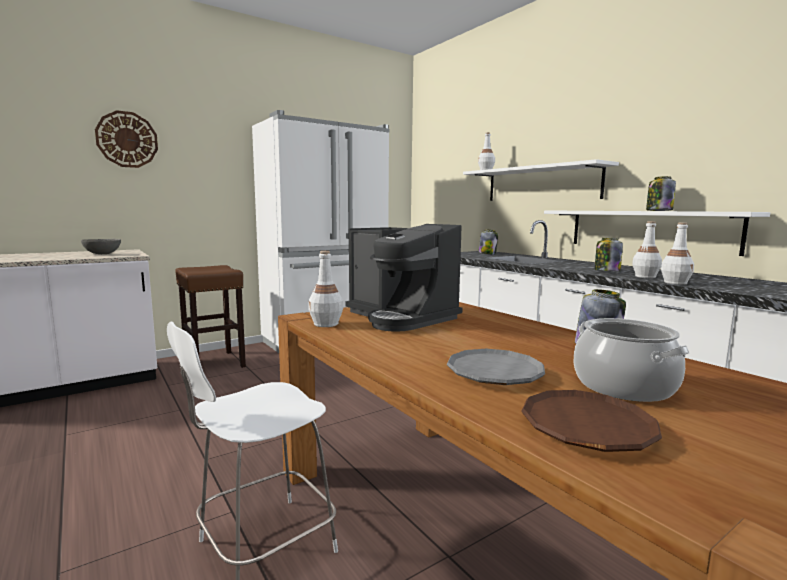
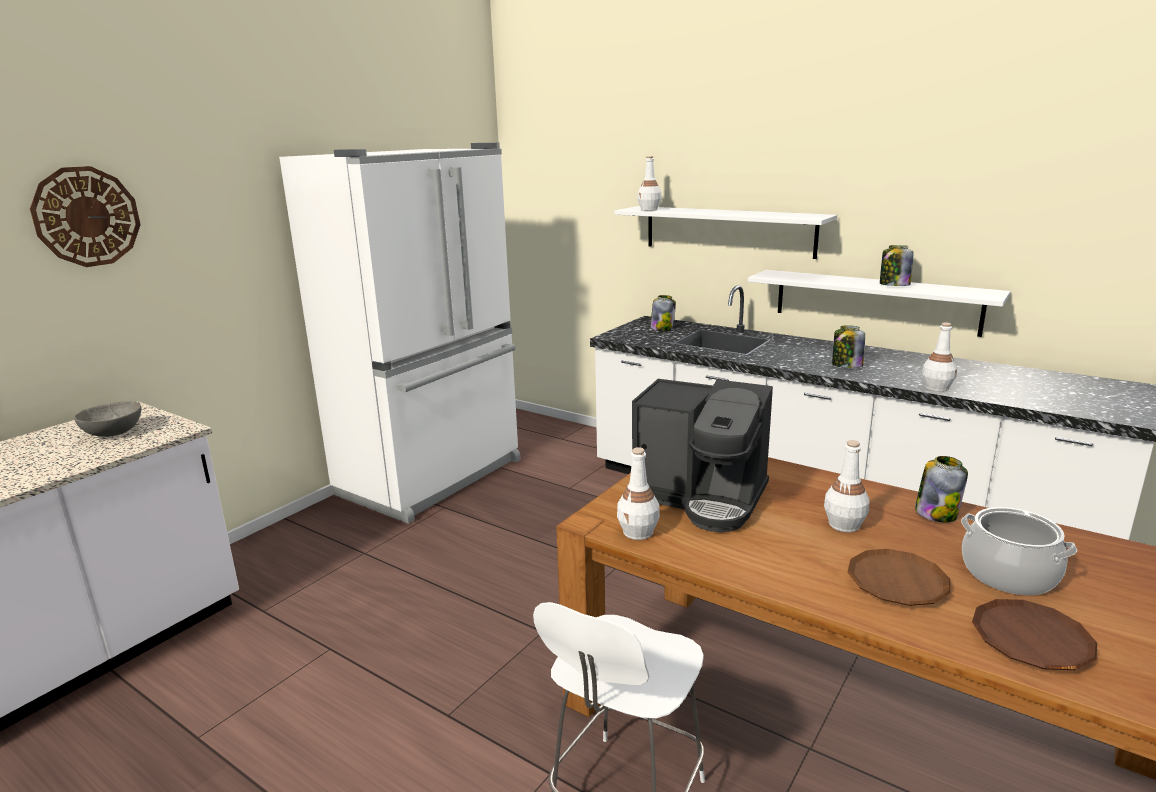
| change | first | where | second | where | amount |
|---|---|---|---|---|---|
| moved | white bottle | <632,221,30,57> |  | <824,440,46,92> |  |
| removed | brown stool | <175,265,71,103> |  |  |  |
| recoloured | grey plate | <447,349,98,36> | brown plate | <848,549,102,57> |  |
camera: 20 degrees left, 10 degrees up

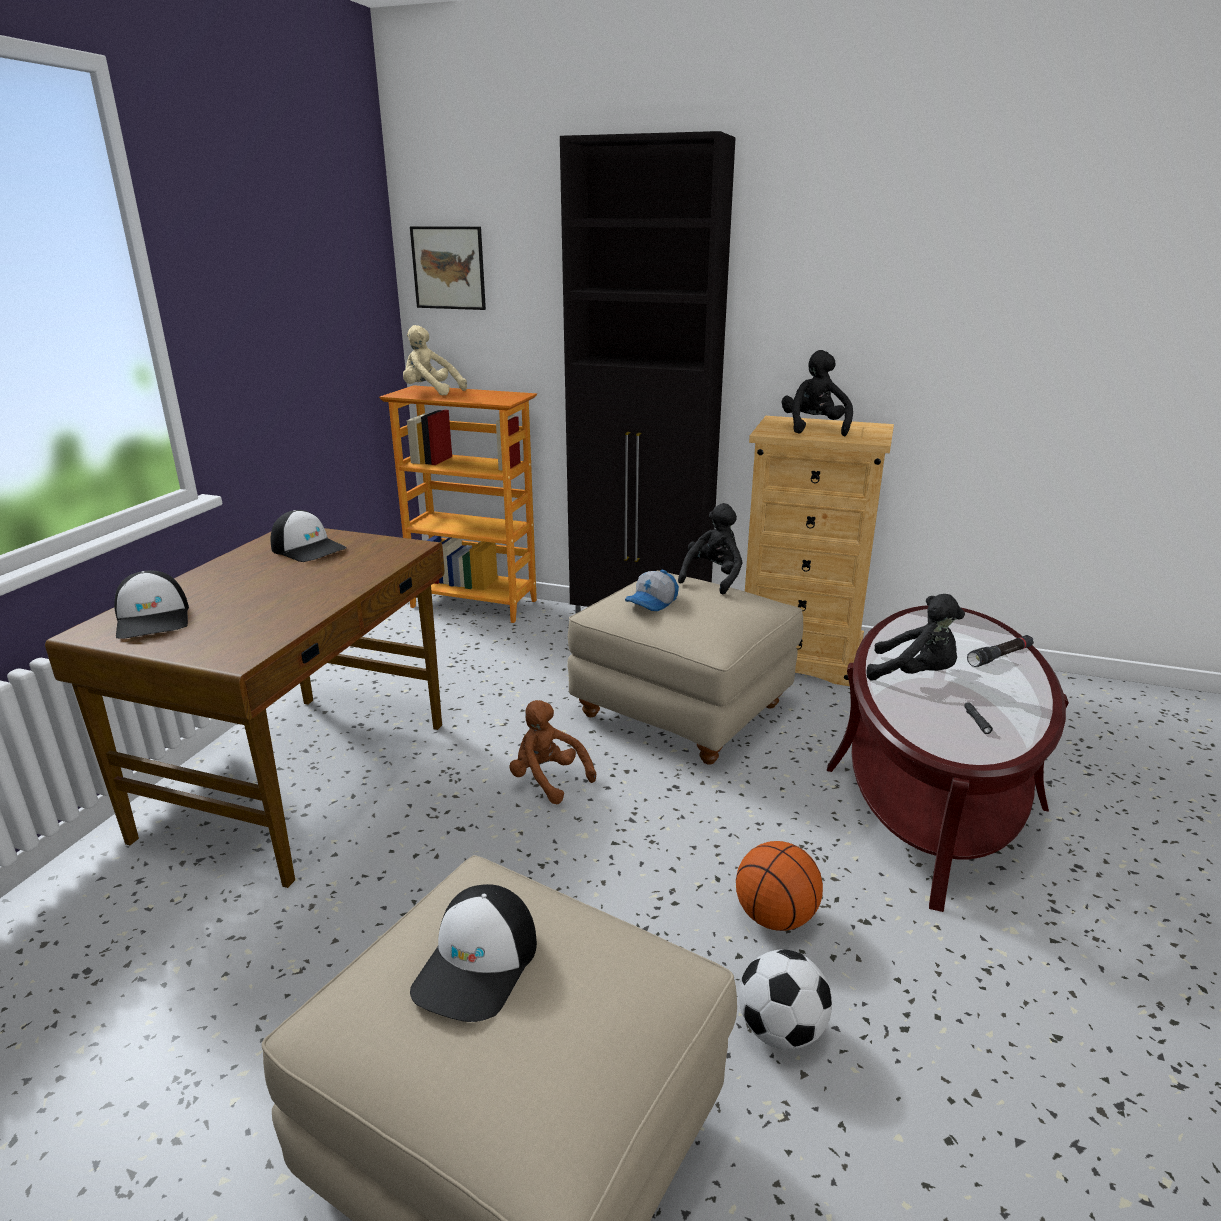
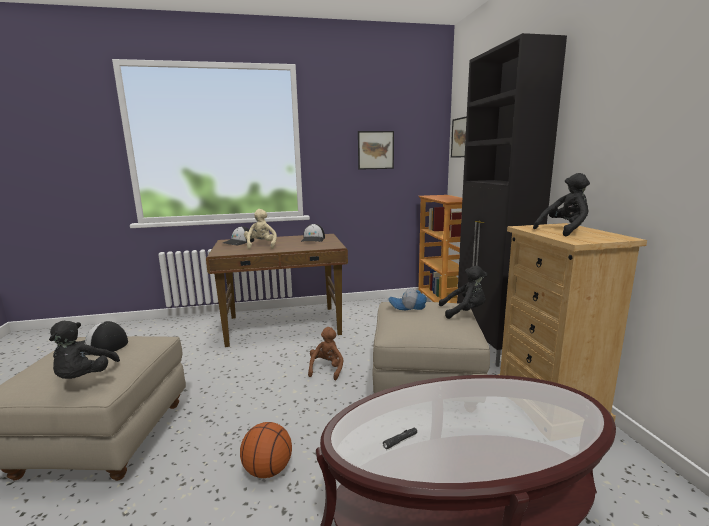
| change | first | where | second | where | amount |
|---|---|---|---|---|---|
| moved | beige plush toy | <403,325,64,70> |  | <244,209,33,40> |  |
| moved | black plush toy | <867,594,98,87> |  | <49,321,71,58> |  |
| removed | black flashlight | <967,635,67,32> |  |  |  |
| removed | football | <739,949,93,101> |  |  |  |
| added |  |  | picture | <358,131,36,39> |  |
camera: 60 degrees right, 10 degrees down

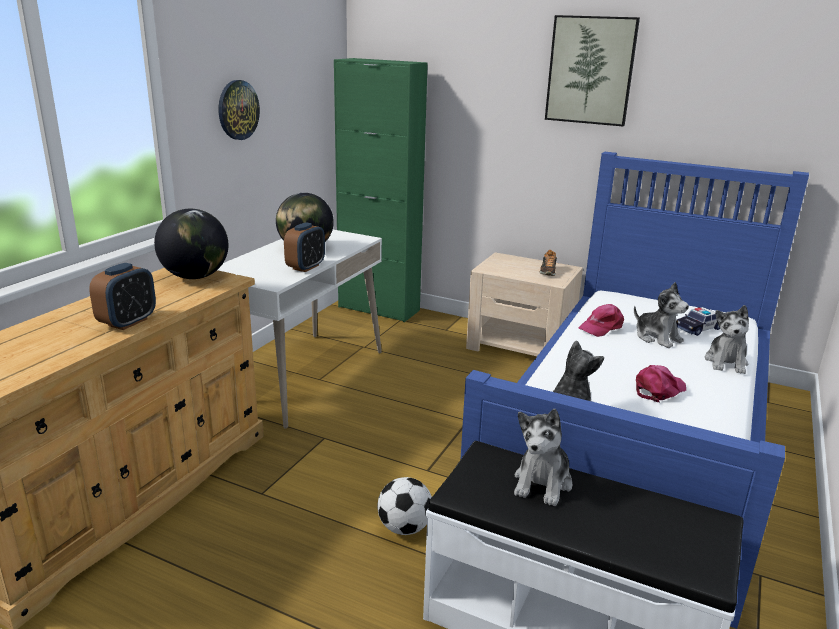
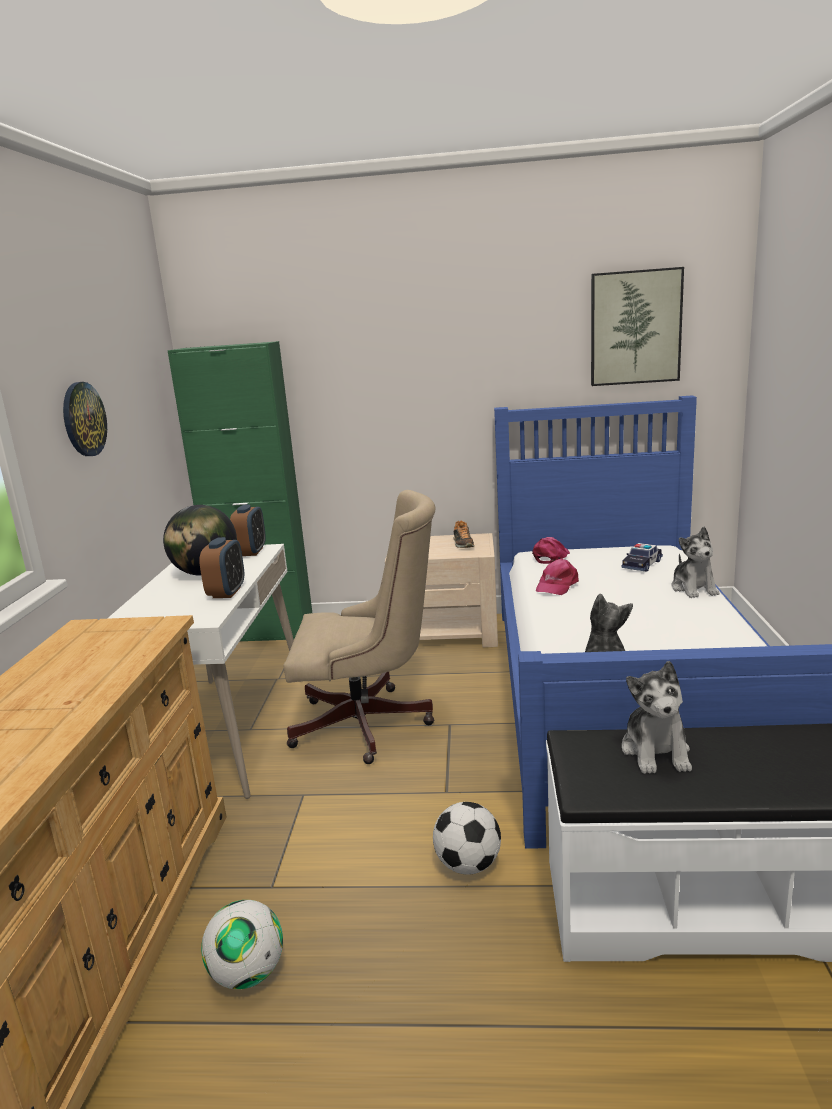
| change | first | where | second | where | amount |
|---|---|---|---|---|---|
| moved | picture | <545,15,95,111> |  | <591,267,93,119> |  |
| removed | globe | <154,209,74,70> |  |  |  |
| moved | alarm clock | <89,263,67,67> |  | <230,504,36,52> |  |
| removed | plush toy | <634,282,55,66> |  |  |  |
| moved | pink cap | <636,365,50,38> |  | <532,537,38,27> |  |
| added |  |  | beige office chair | <283,490,153,274> |  |
| added |  |  | football | <201,900,82,90> |  |
camera: 20 degrees left, 5 degrees down

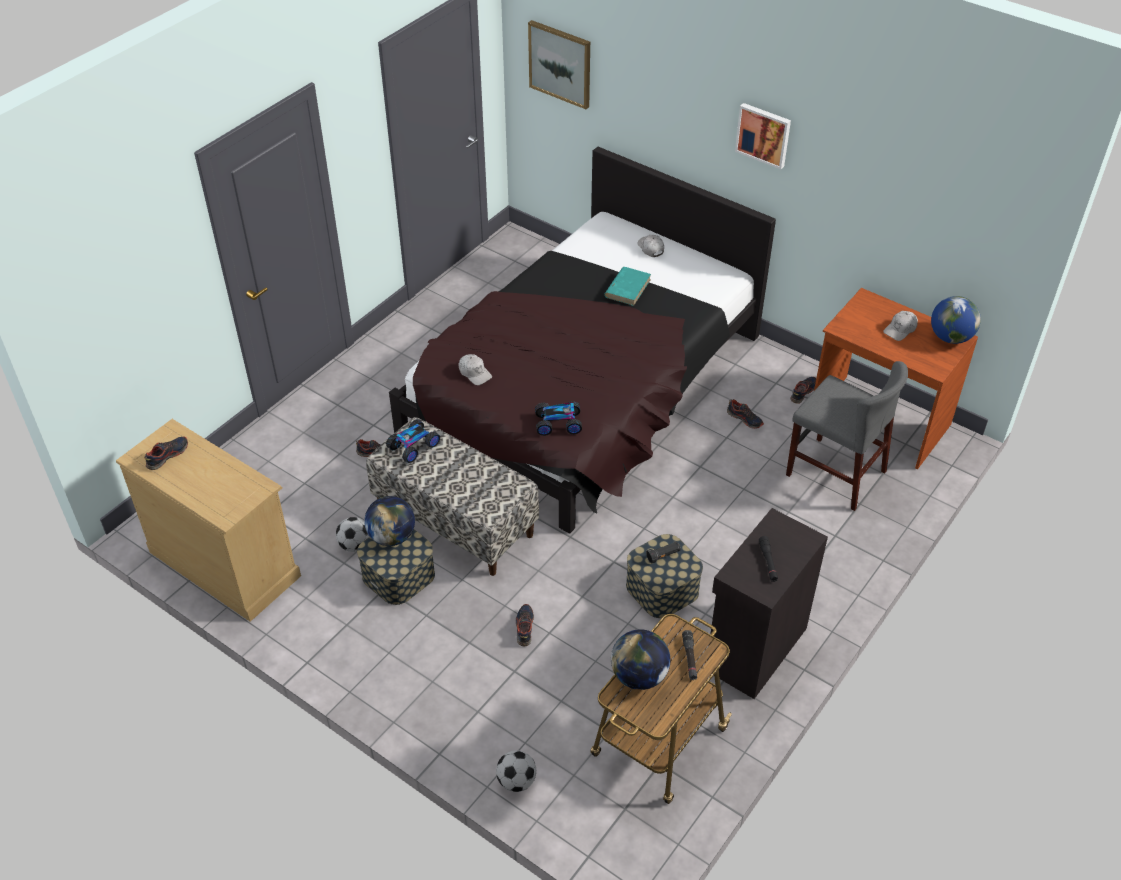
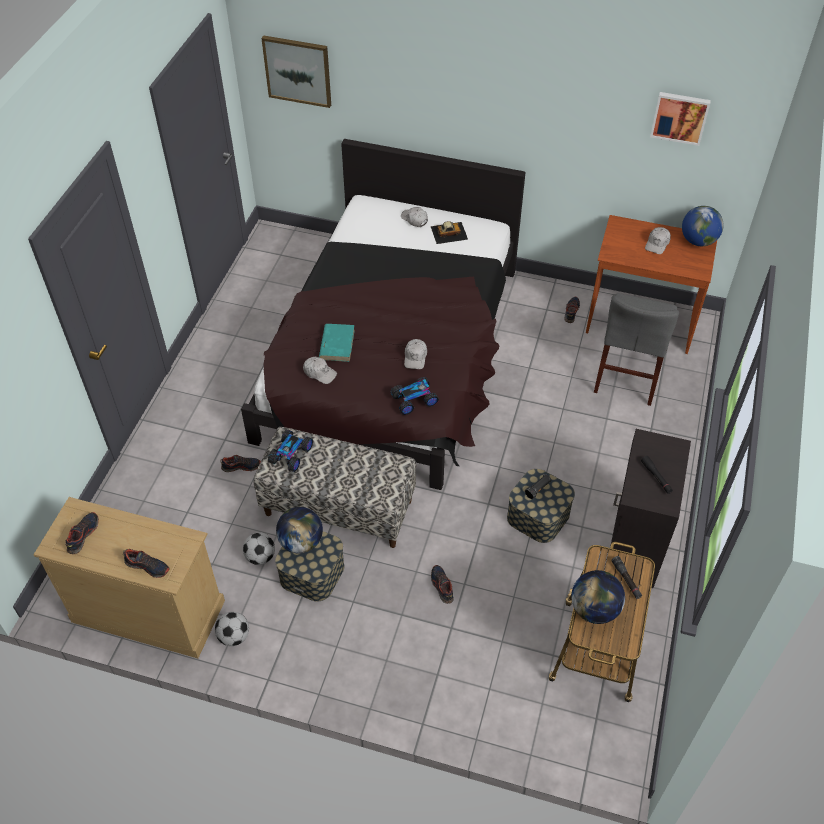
| change | first | where | second | where | amount |
|---|---|---|---|---|---|
| moved | picture | <735,103,56,66> |  | <650,92,61,54> |  |
| moved | turquoise book | <604,267,47,39> |  | <319,324,36,38> |  |
| turned | grey chair | <786,361,122,150> |  | <594,293,85,113> | 90 degrees clockwise |
| moved | shoe | <727,399,37,30> |  | <123,549,46,29> |  |
| moved | football | <496,750,40,42> |  | <215,612,34,34> |  |
| added |  |  | toy car | <430,221,38,23> |  |
| added |  |  | white cap | <404,339,23,30> |  |
camera: 20 degrees left, 5 degrees up

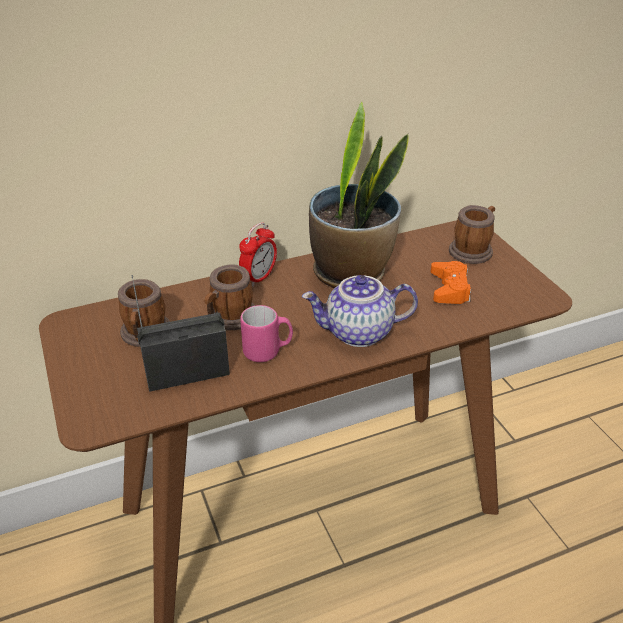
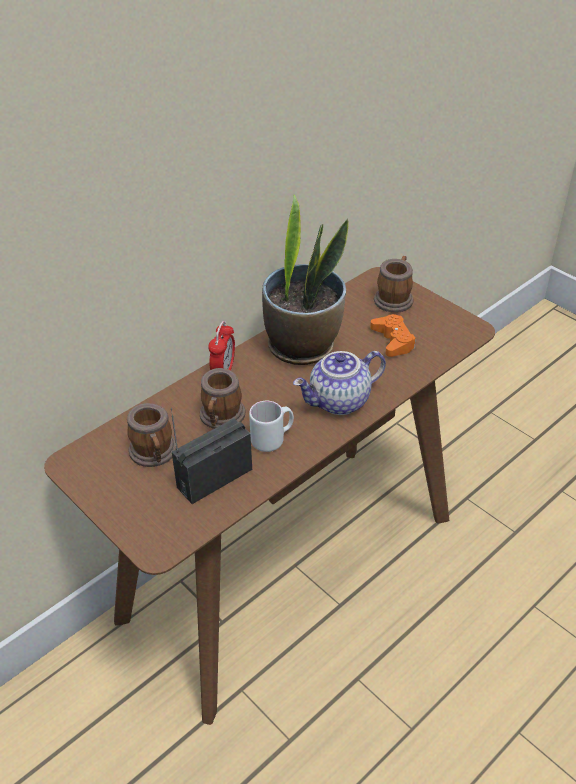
| change | first | where | second | where | amount |
|---|---|---|---|---|---|
| recoloured | pink mug | <240,305,53,57> | white mug | <249,401,45,51> |  |
camera: 20 degrees left, 5 degrees up

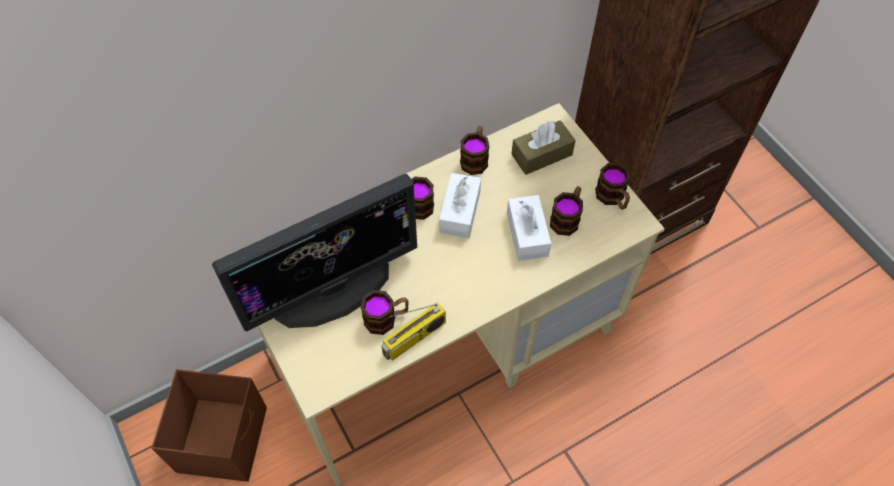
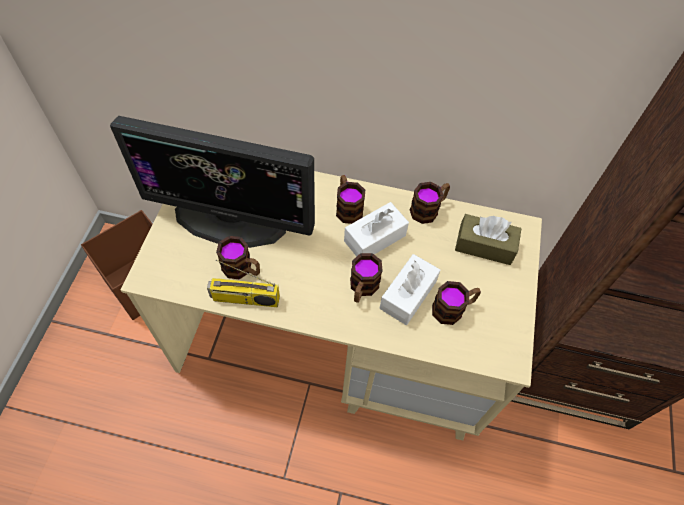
| change | first | where | second | where | amount |
|---|---|---|---|---|---|
| moved | mug | <595,163,35,47> |  | <350,253,33,50> |  |
camera: 40 degrees right, 0 degrees up

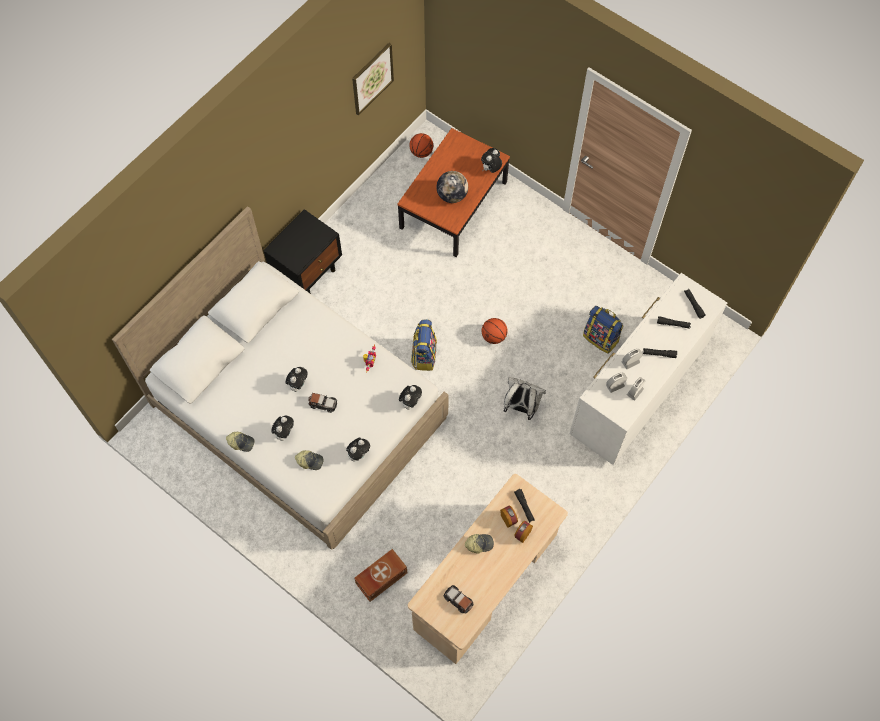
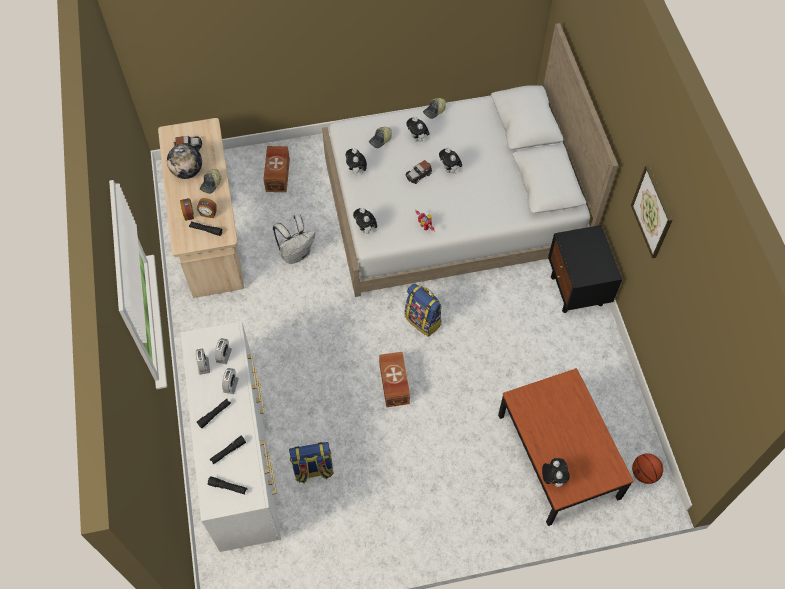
| change | first | where | second | where | amount |
|---|---|---|---|---|---|
| moved | picture | <352,43,42,73> |  | <631,165,42,93> |  |
| moved | globe | <436,171,32,32> |  | <167,144,35,35> |  |
| replaced | basketball | <482,318,26,26> | brown storage box | <379,352,31,55> |  |
| moved | white backpack | <504,377,42,43> |  | <273,214,42,50> |  |
camera: 130 degrees right, 5 degrees down

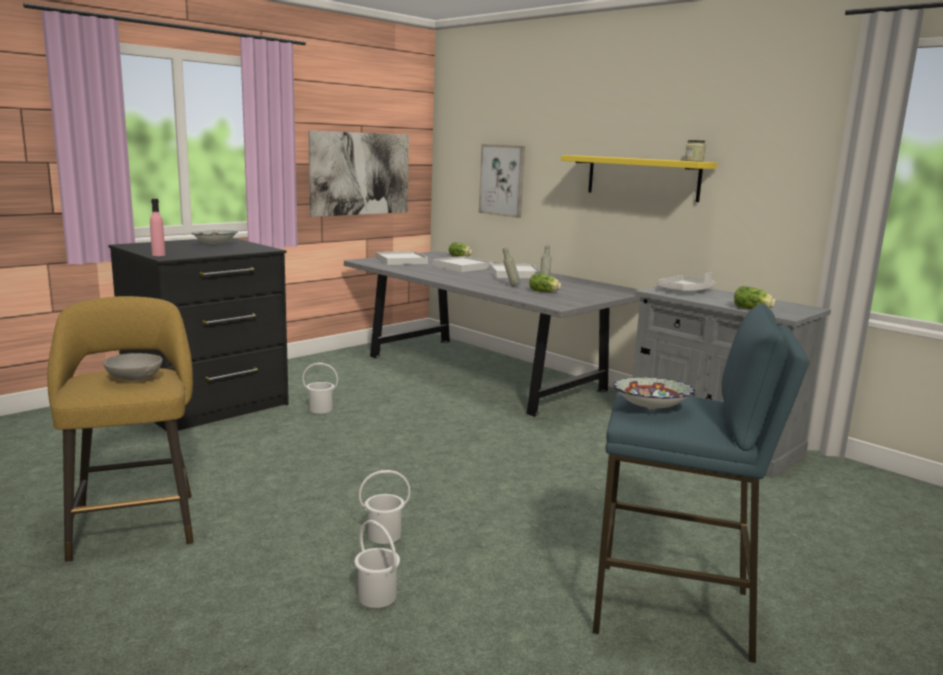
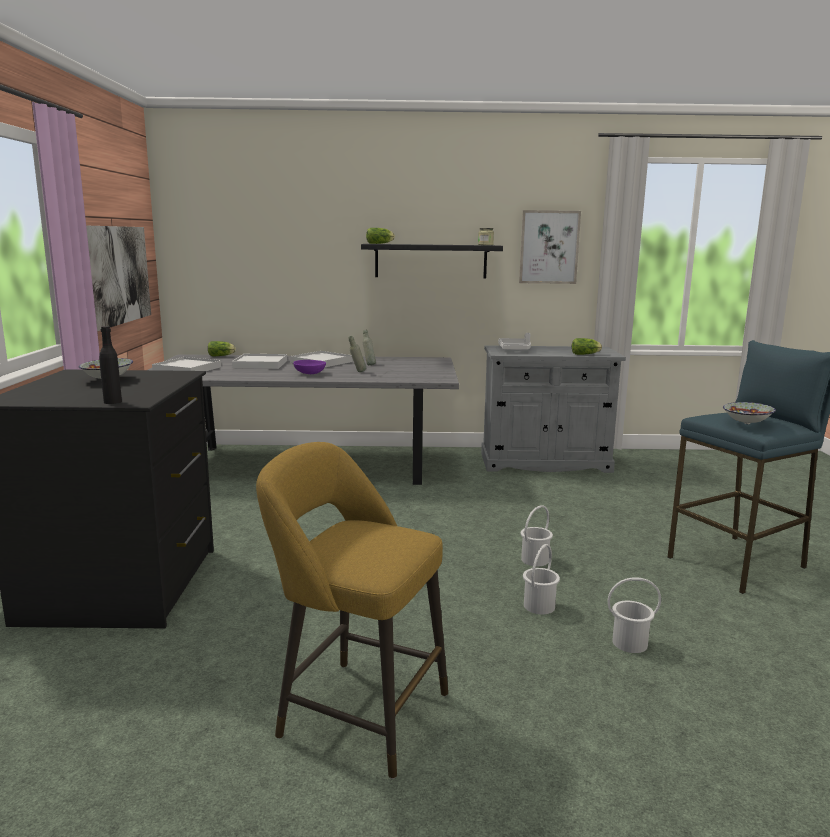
| change | first | where | second | where | amount |
|---|---|---|---|---|---|
| moved | picture | <479,144,46,74> |  | <519,210,62,74> |  |
| recoloured | yellow shelf | <561,155,156,47> | black shelf | <361,244,142,34> |  |
| recoloured | pink bottle | <150,199,15,57> | black bottle | <99,326,23,78> |  |
| moved | lettuce | <529,273,32,19> |  | <366,228,29,16> |  |
| removed | grey bowl | <103,353,60,27> |  |  |  |
| moved | white bucket | <302,363,36,51> |  | <520,506,33,61> |  |
| added |  |  | purple bowl | <293,360,33,14> |  |
camera: 45 degrees left, 0 degrees up

